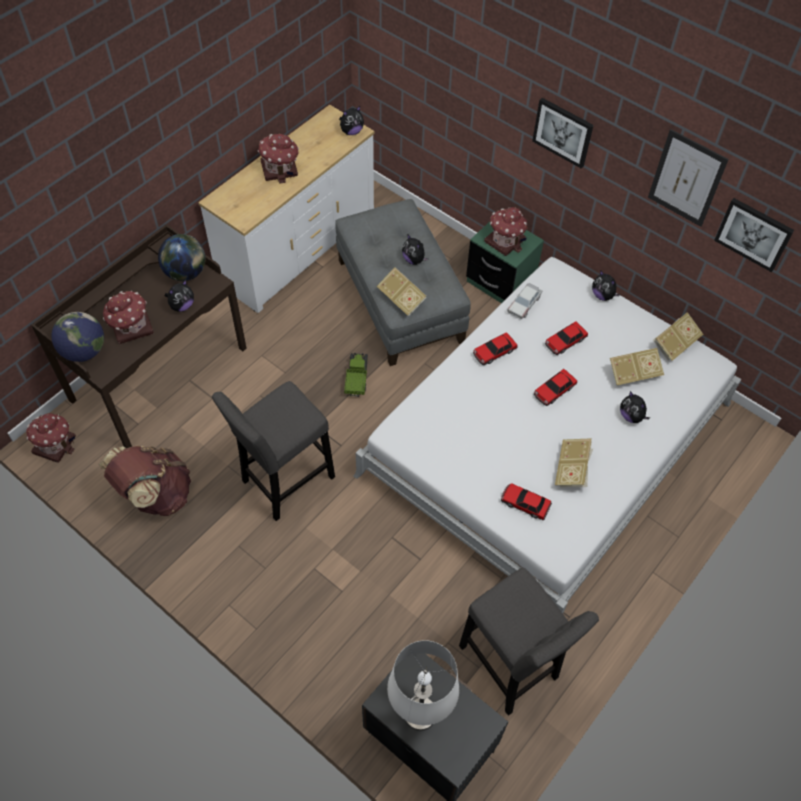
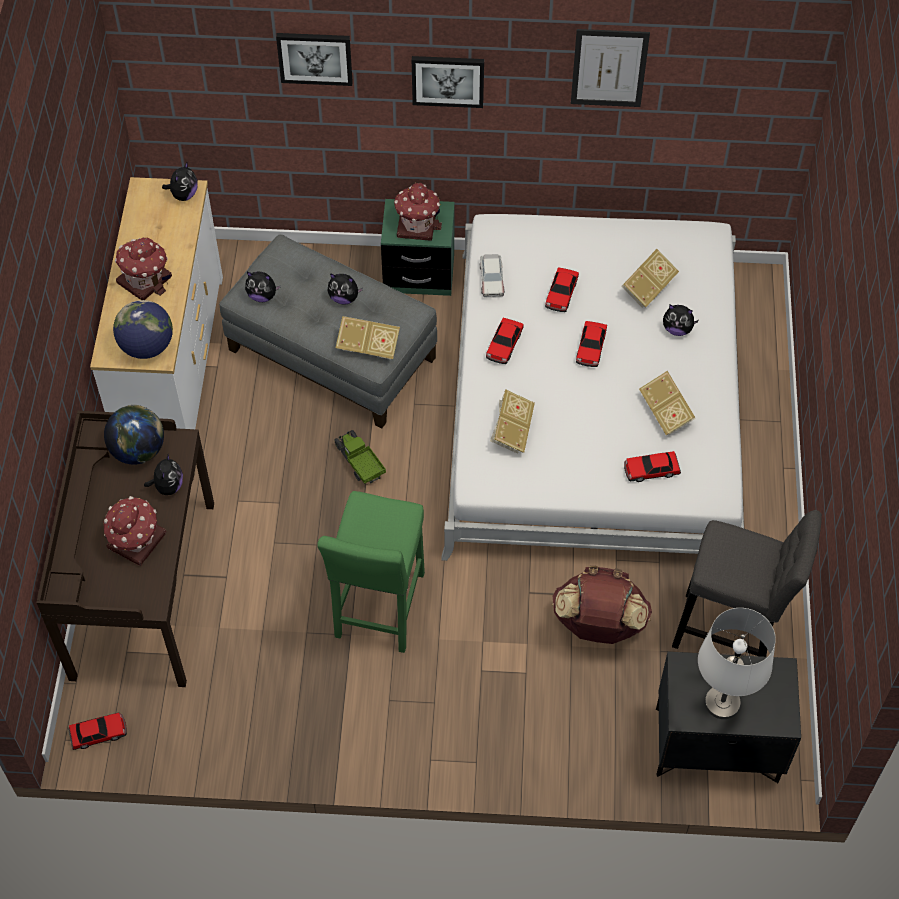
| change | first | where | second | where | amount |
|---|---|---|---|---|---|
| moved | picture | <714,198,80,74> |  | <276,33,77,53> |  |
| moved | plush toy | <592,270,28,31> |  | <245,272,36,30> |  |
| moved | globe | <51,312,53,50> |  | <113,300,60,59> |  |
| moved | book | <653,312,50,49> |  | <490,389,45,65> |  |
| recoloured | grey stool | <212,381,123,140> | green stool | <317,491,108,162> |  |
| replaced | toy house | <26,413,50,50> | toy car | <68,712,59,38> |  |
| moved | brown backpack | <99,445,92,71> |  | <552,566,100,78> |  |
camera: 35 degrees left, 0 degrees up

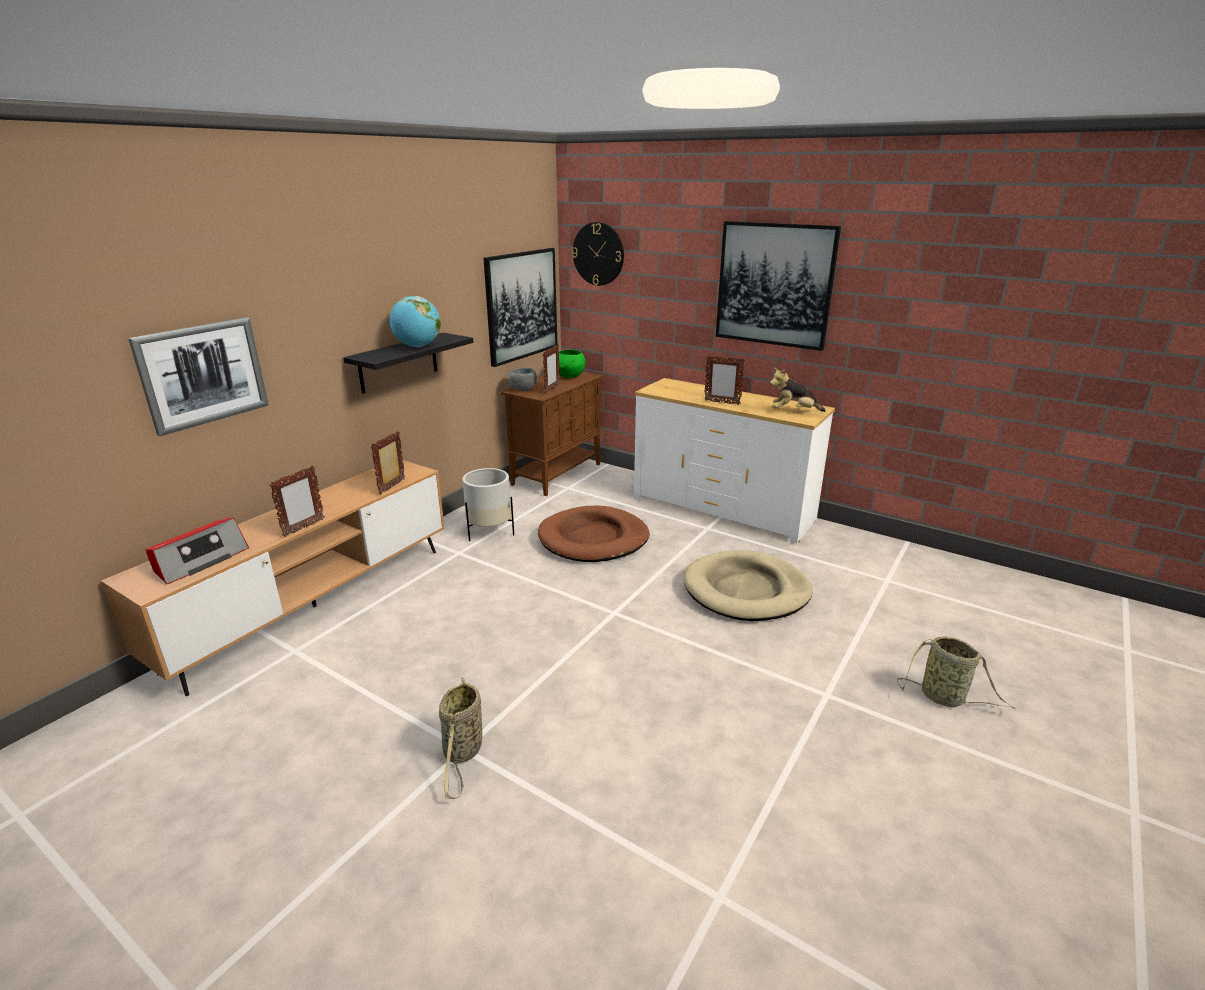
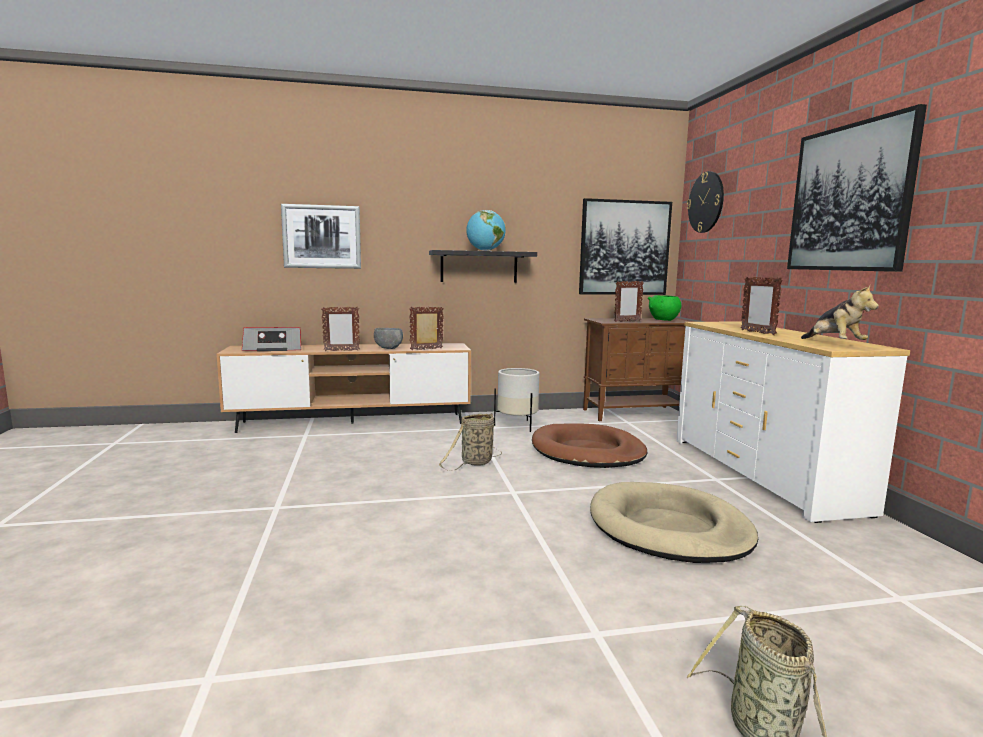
| change | first | where | second | where | amount |
|---|---|---|---|---|---|
| moved | grey bowl | <508,368,29,23> |  | <374,328,29,21> |  |
| turned | plush toy | <770,368,56,44> |  | <801,286,78,54> | 150 degrees counterclockwise |
| moved | basket | <439,678,43,121> |  | <439,413,63,58> |  |
camera: 45 degrees right, 15 degrees down

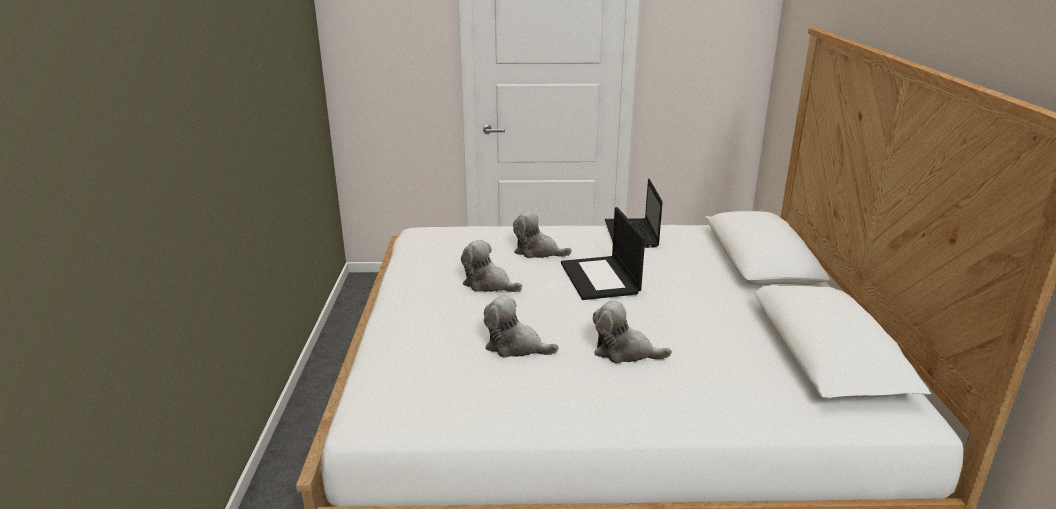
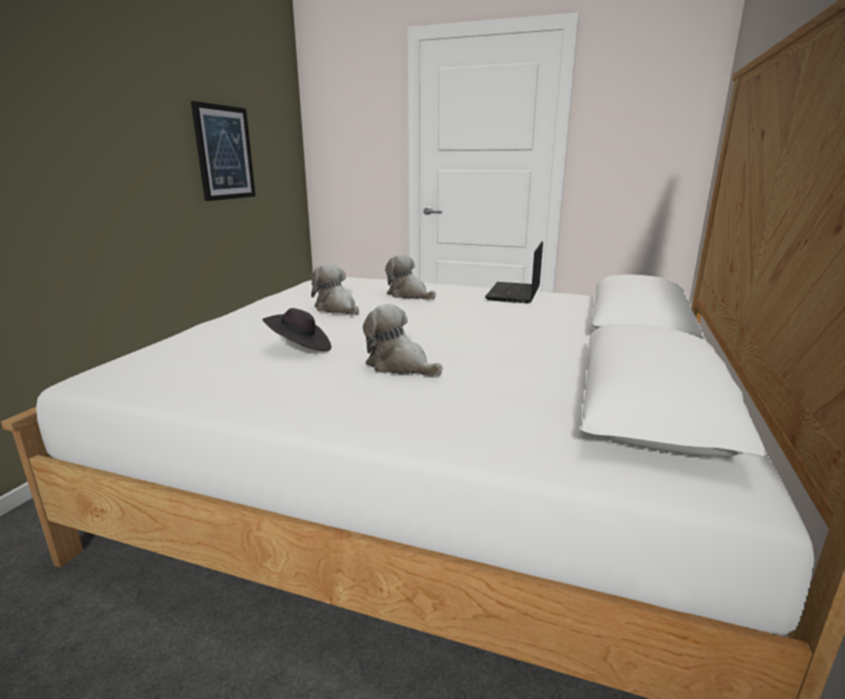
| change | first | where | second | where | amount |
|---|---|---|---|---|---|
| removed | laptop | <561,207,84,93> |  |  |  |
| replaced | plush toy | <484,296,75,62> | black hat | <263,308,68,43> |  |
| added |  |  | picture | <191,101,65,100> |  |
camera: 20 degrees right, 5 degrees down

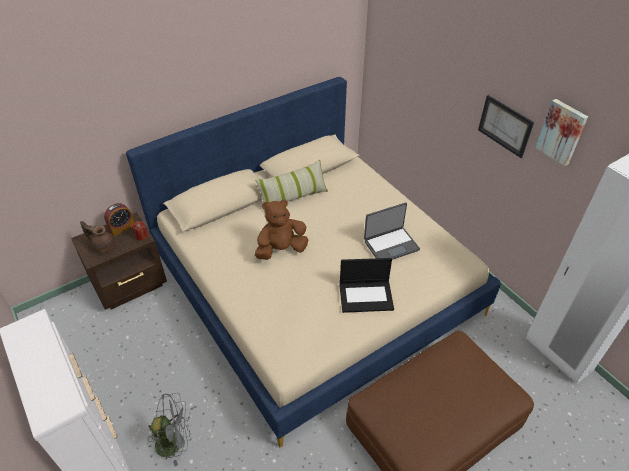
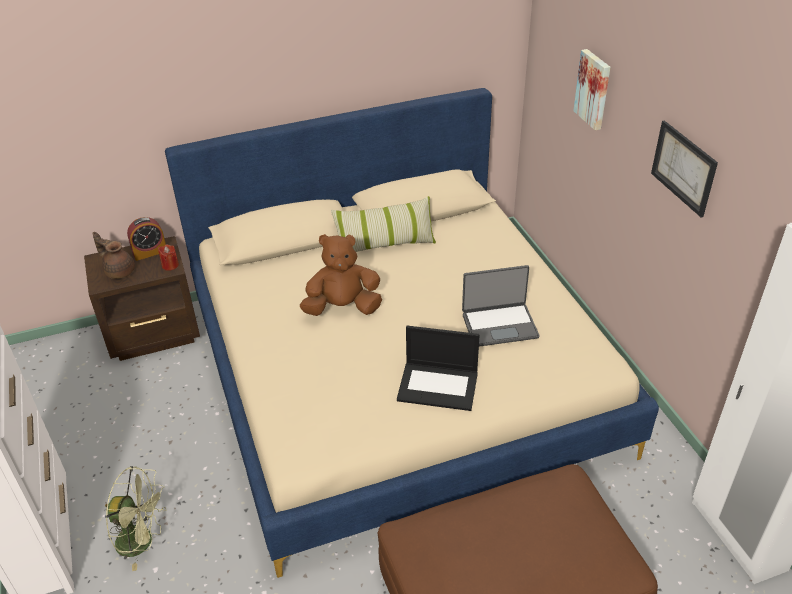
| change | first | where | second | where | amount |
|---|---|---|---|---|---|
| moved | picture | <536,99,52,67> |  | <573,49,37,81> |  |
| recoloured | grey fan | <148,393,42,73> | green fan | <105,466,62,105> |  |
camera: 15 degrees right, 5 degrees down

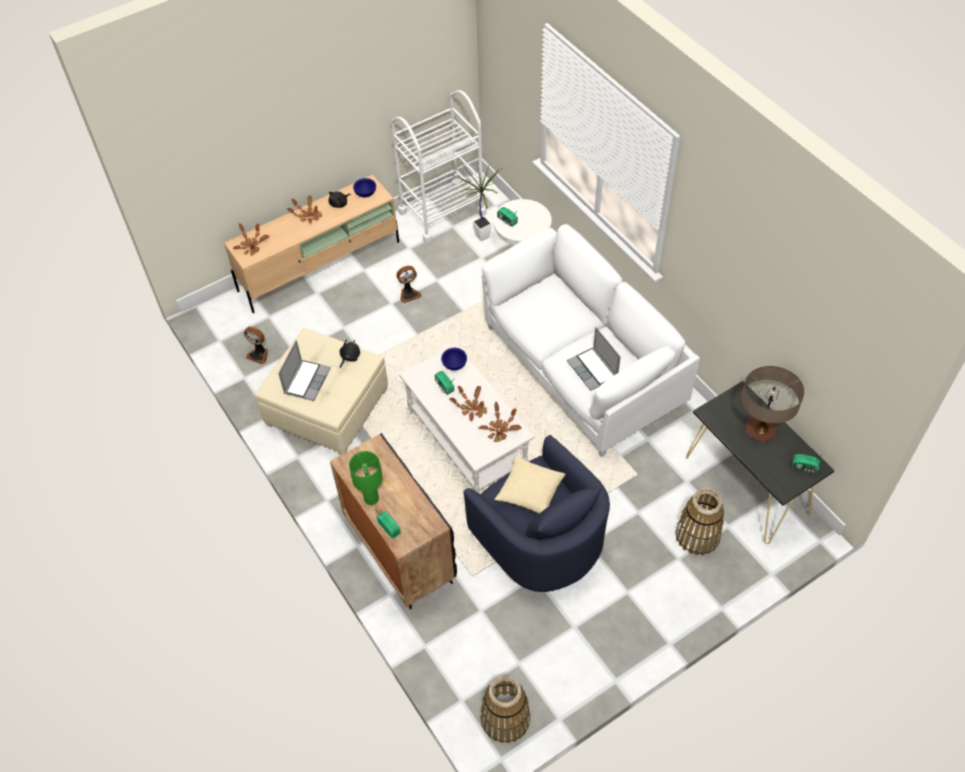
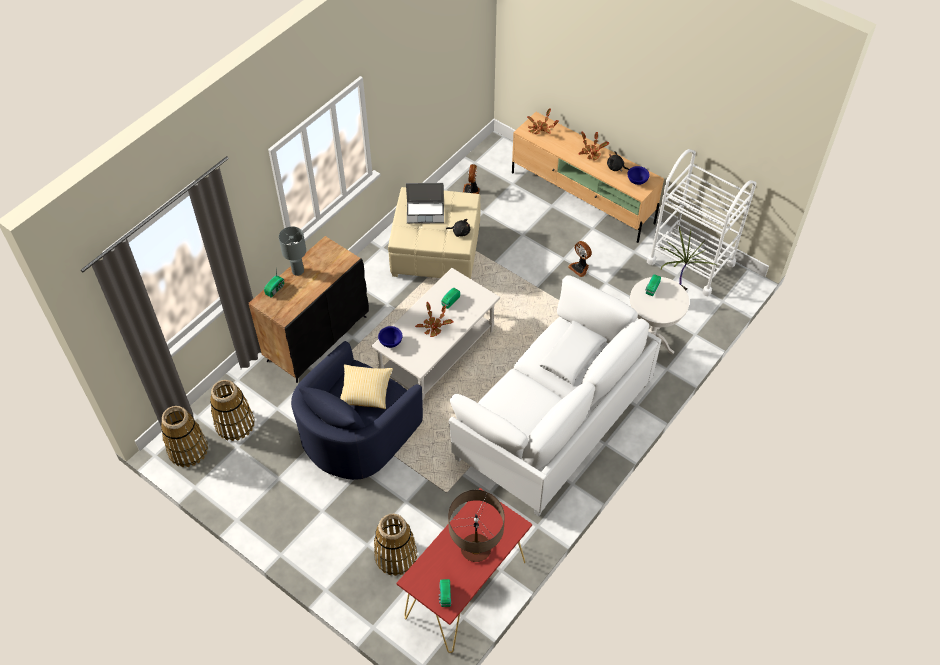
| change | first | where | second | where | amount |
|---|---|---|---|---|---|
| removed | laptop | <567,327,54,64> |  |  |  |
| moved | blue bowl | <441,348,26,22> |  | <378,326,24,22> |  |
| recoloured | black console table | <686,381,148,163> | red console table | <397,488,135,165> |  |
| removed | potted plant | <479,402,43,40> |  |  |  |
| recoloured | green table lamp | <349,451,34,54> | grey table lamp | <279,226,27,50> |  |
| added |  |  | white pillow | <538,321,69,64> |  |
| added |  |  | basket | <210,380,45,61> |  |
camera: 70 degrees right, 0 degrees up

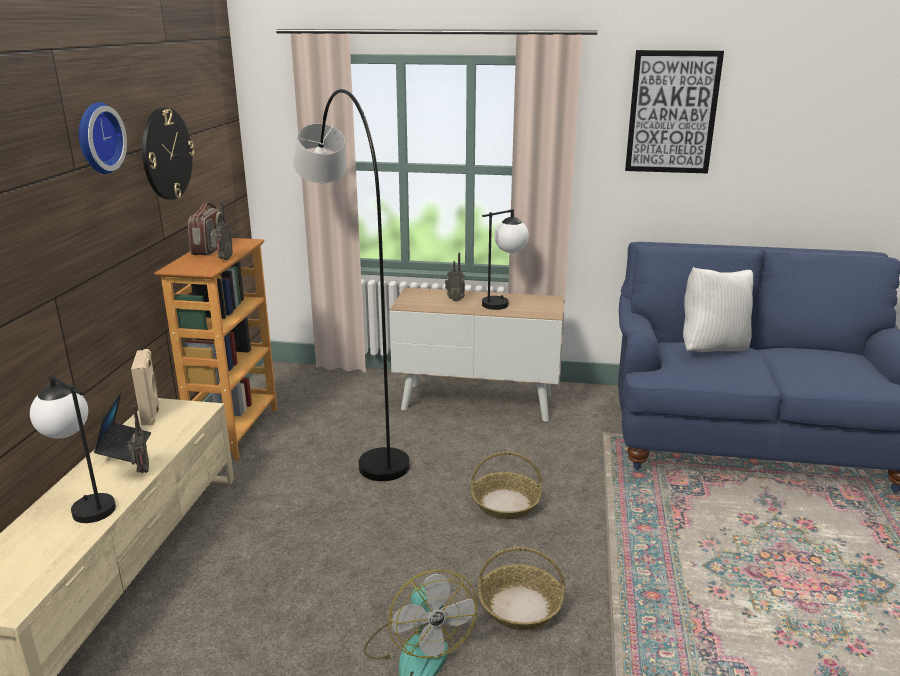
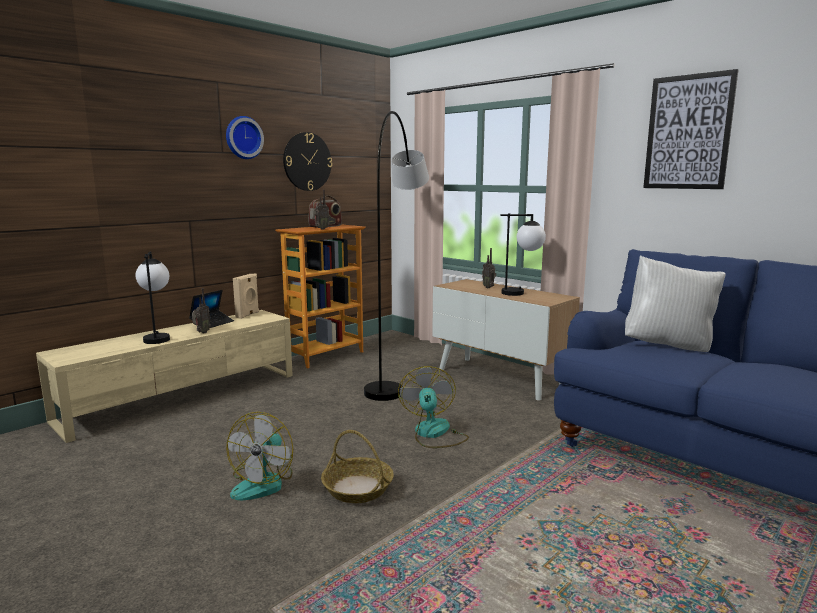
| change | first | where | second | where | amount |
|---|---|---|---|---|---|
| replaced | basket | <471,452,71,67> | fan | <398,366,71,82> |  |
camera: 35 degrees right, 10 degrees down

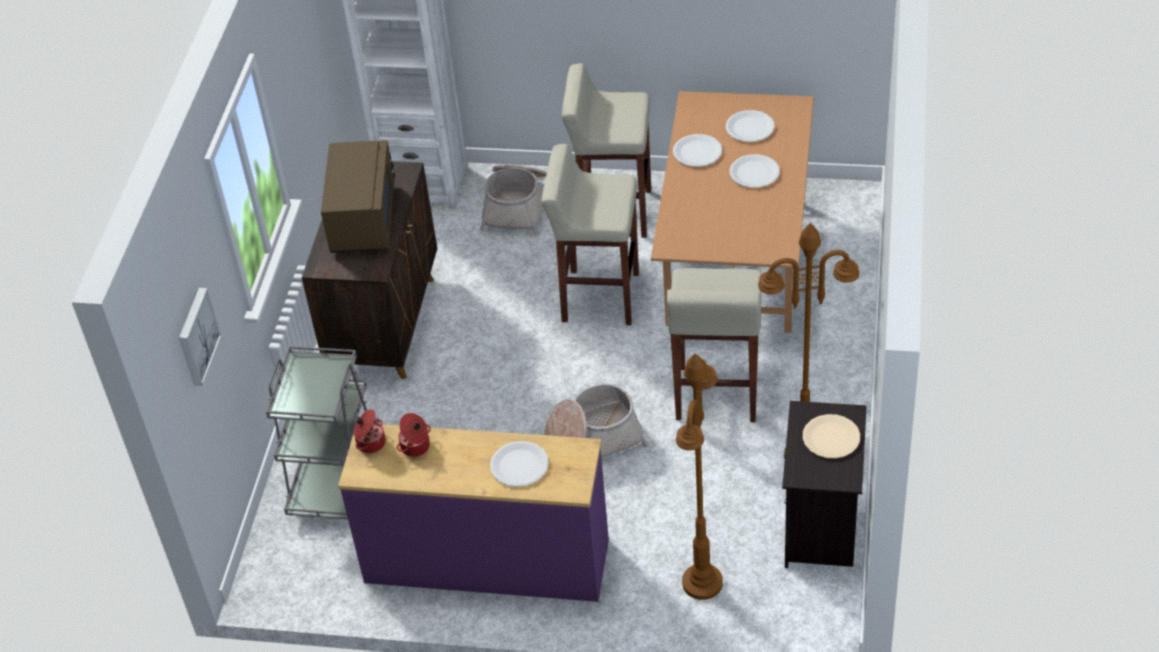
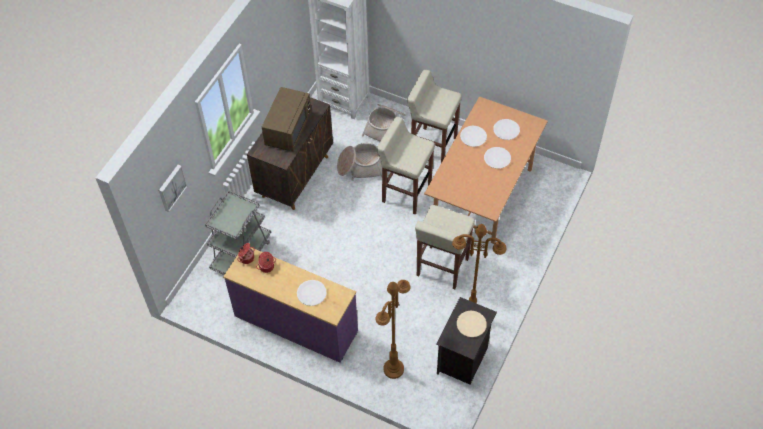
| change | first | where | second | where | amount |
|---|---|---|---|---|---|
| moved | basket | <545,384,103,74> |  | <337,143,45,38> |  |
camera: 15 degrees right, 10 degrees up

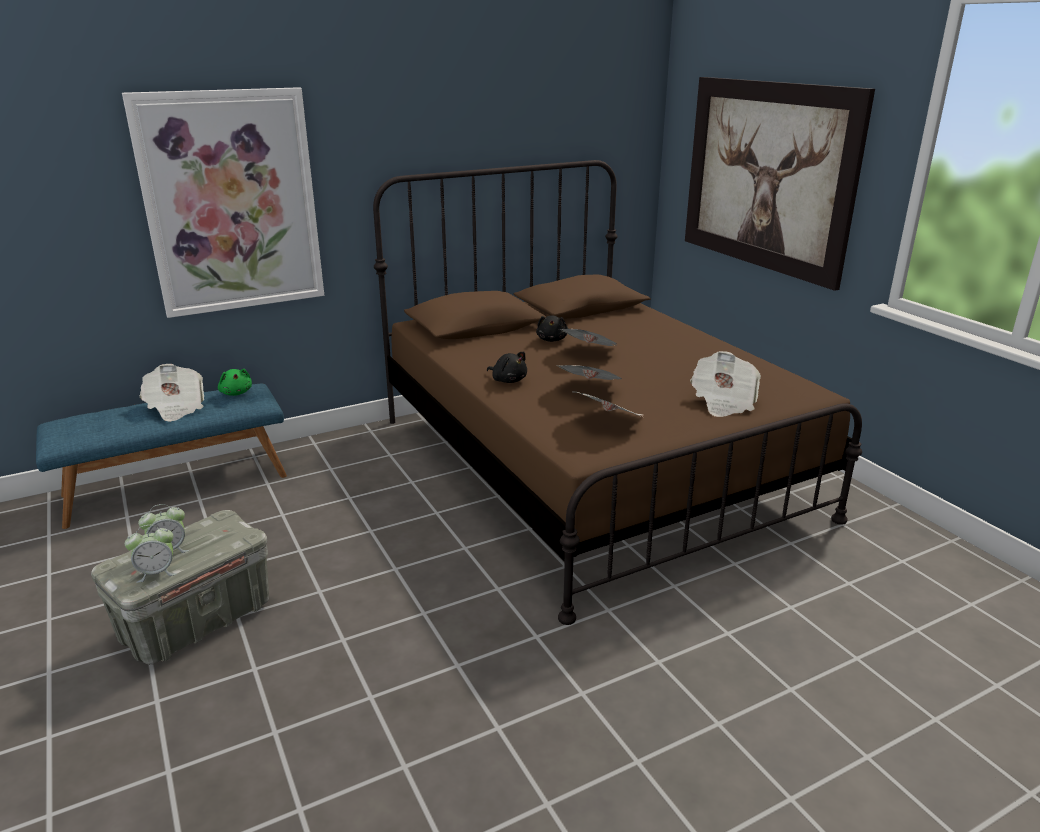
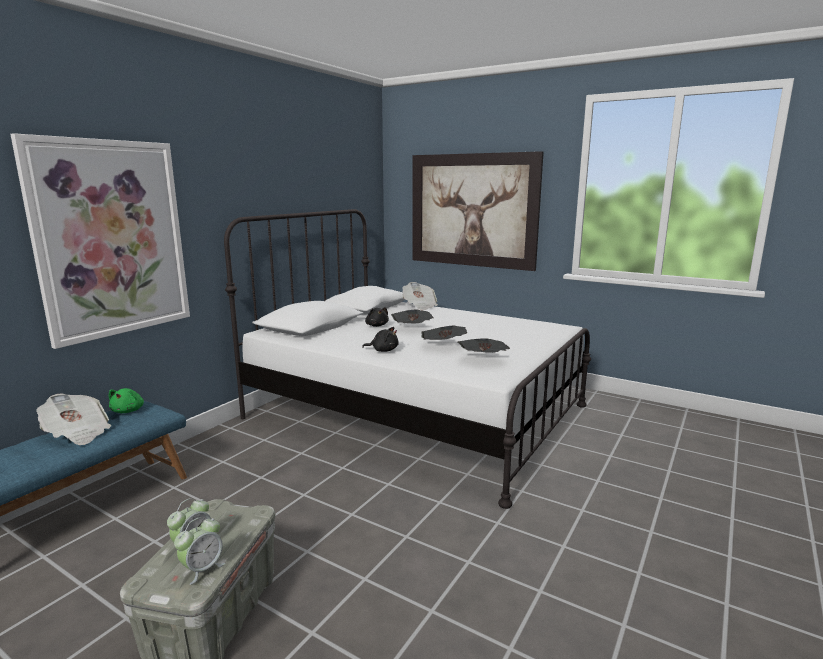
| change | first | where | second | where | amount |
|---|---|---|---|---|---|
| recoloured | brown bed | <373,160,489,465> | white bed | <224,209,367,300> |  |
| moved | newspaper | <690,351,71,66> |  | <402,282,36,28> |  |
| turned | green plush toy | <218,369,34,27> |  | <109,388,35,25> | 60 degrees clockwise |
camera: 30 degrees left, 10 degrees down

